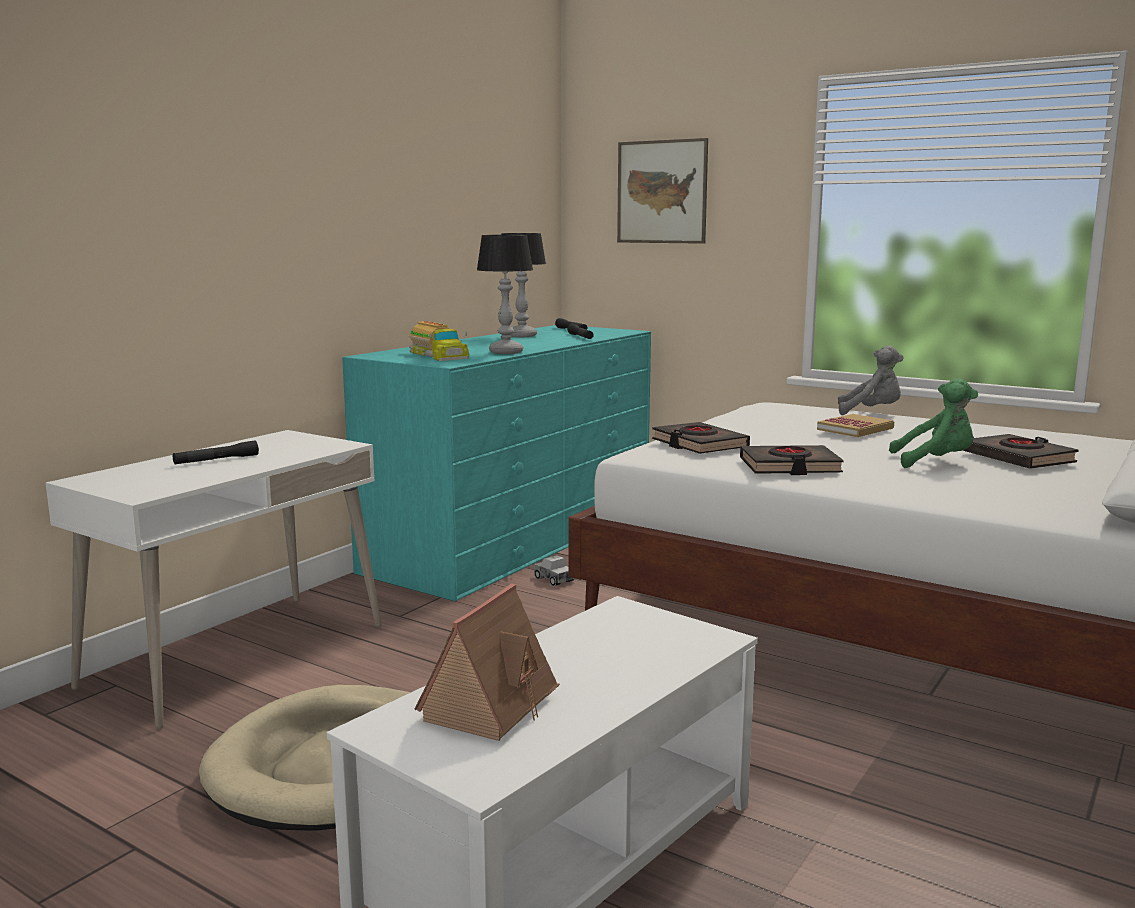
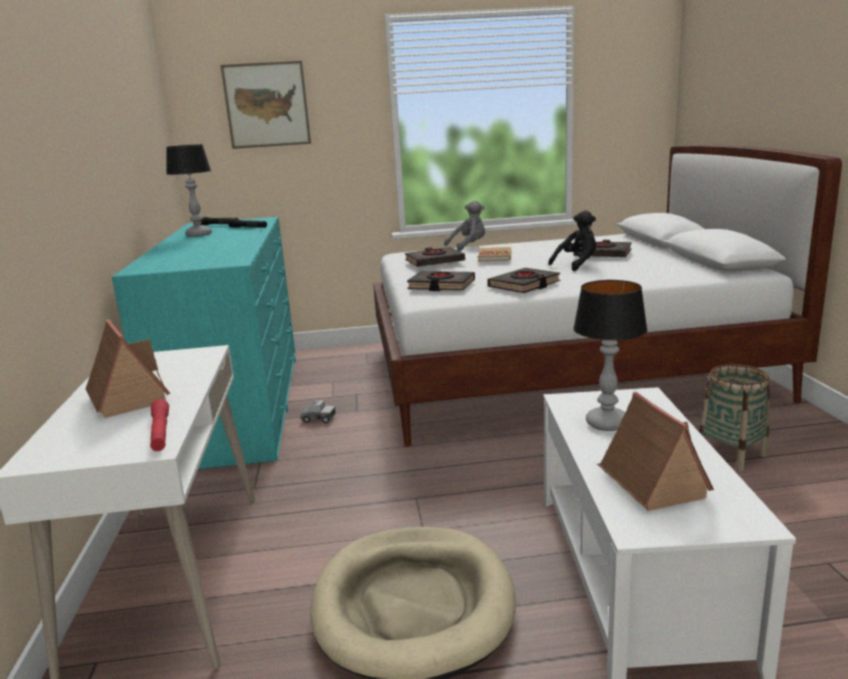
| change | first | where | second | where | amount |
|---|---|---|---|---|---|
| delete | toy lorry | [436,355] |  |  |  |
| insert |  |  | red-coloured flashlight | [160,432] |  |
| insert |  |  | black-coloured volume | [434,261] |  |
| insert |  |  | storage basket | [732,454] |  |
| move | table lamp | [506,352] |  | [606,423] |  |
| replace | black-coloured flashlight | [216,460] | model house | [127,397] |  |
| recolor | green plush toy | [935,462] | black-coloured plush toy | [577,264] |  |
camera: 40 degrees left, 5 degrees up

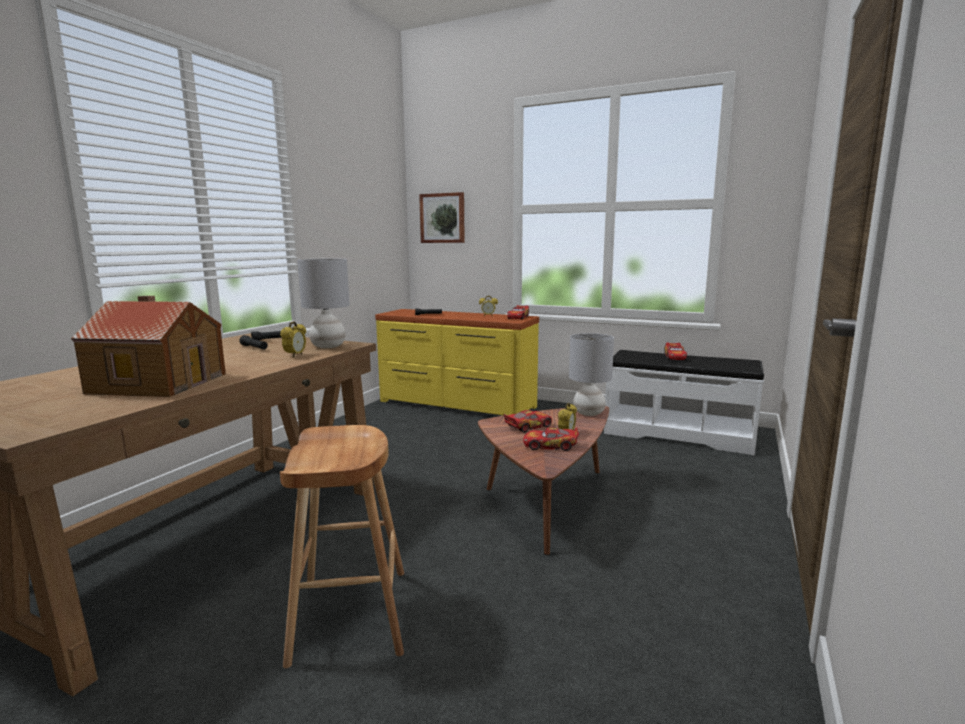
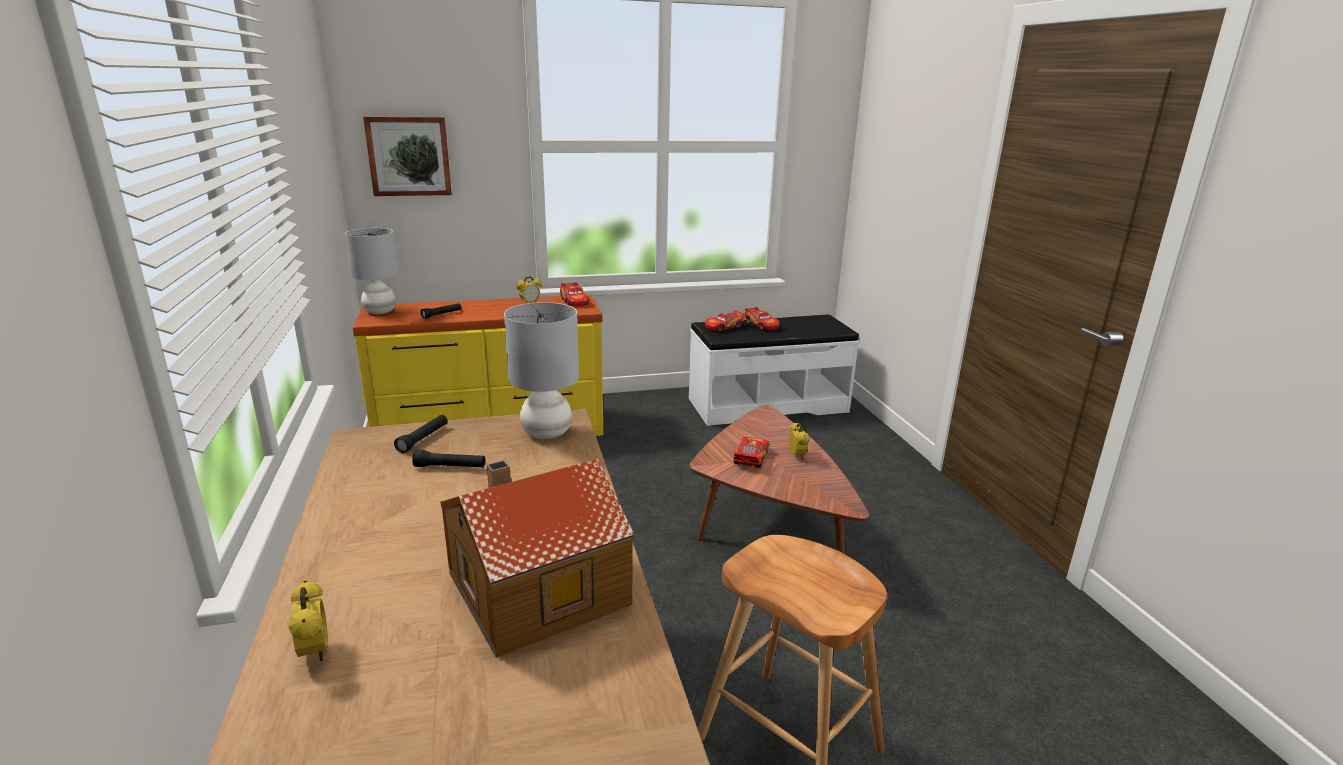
| change | first | where | second | where | amount |
|---|---|---|---|---|---|
| move | bedside clock | [295,356] |  | [315,652] |  |
| move | model car | [550,446] |  | [724,327] |  |
| move | greyish table lamp | [589,413] |  | [380,311] |  |
camera: 40 degrees left, 10 degrees up

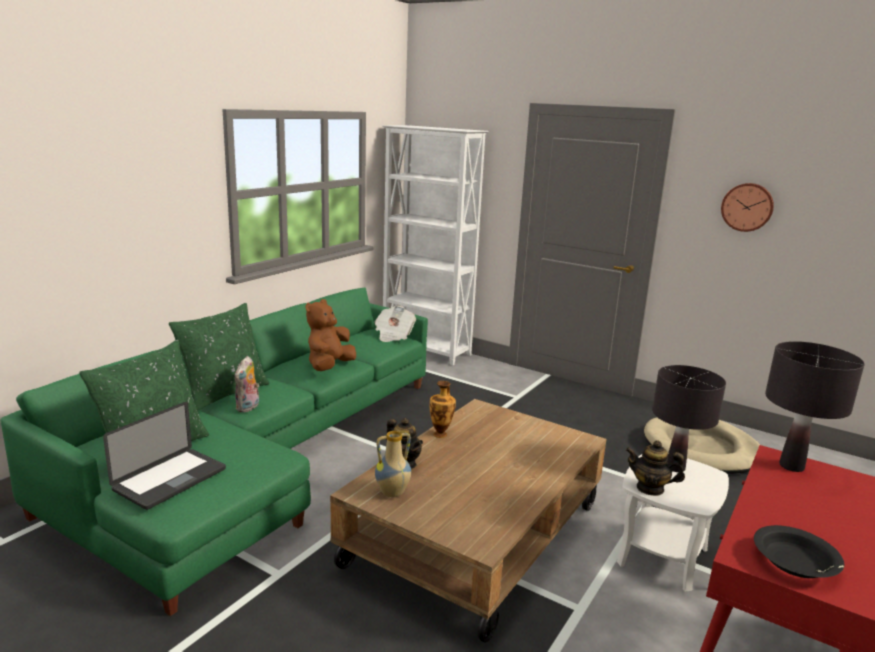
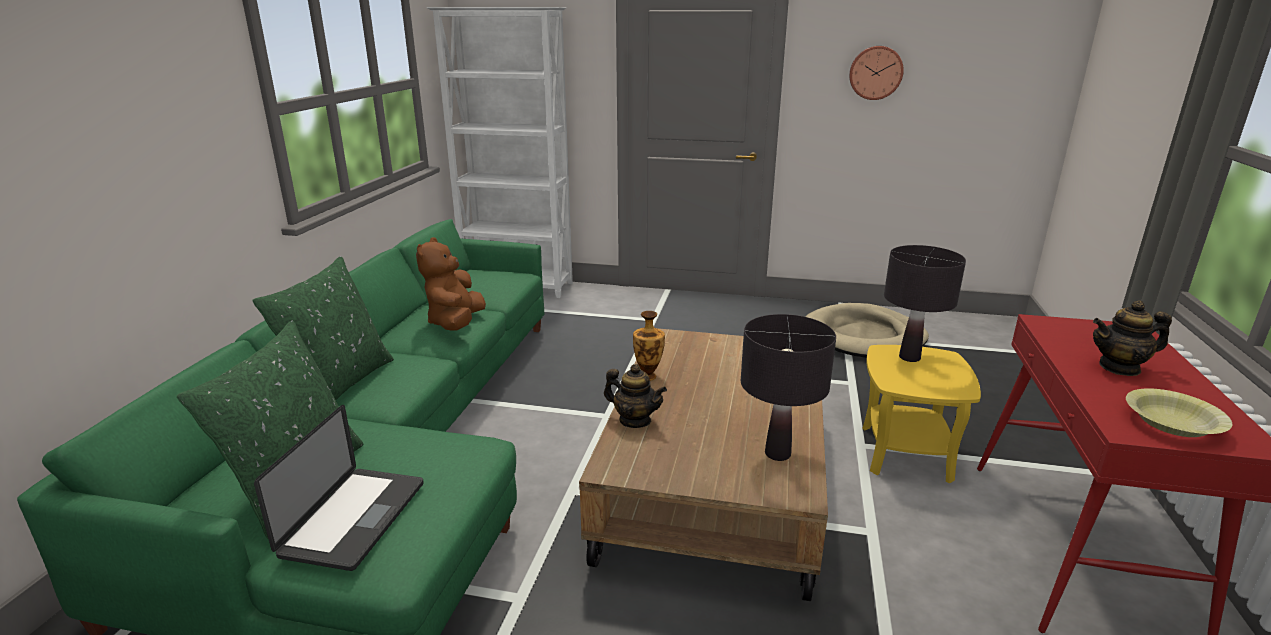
| change | first | where | second | where | amount |
|---|---|---|---|---|---|
| delete | plush toy | [248,407] |  |  |  |
| delete | daily paper | [393,335] |  |  |  |
| delete | flower vase | [392,493] |  |  |  |
| move | tea pot | [650,488] |  | [1119,367] |  |
| move | black-coloured table lamp | [791,466] |  | [777,454] |  |
| recolor | whitish accent table | [663,556] | yellow accent table | [906,453] |  |
| recolor | black-coloured serving bowl | [794,563] | yellow serving bowl | [1172,424] |  |
camera: 20 degrees left, 5 degrees up

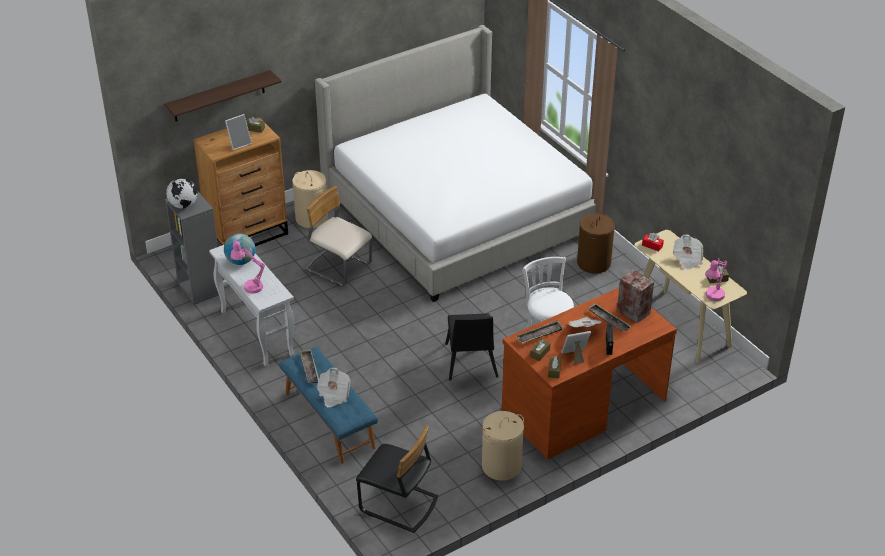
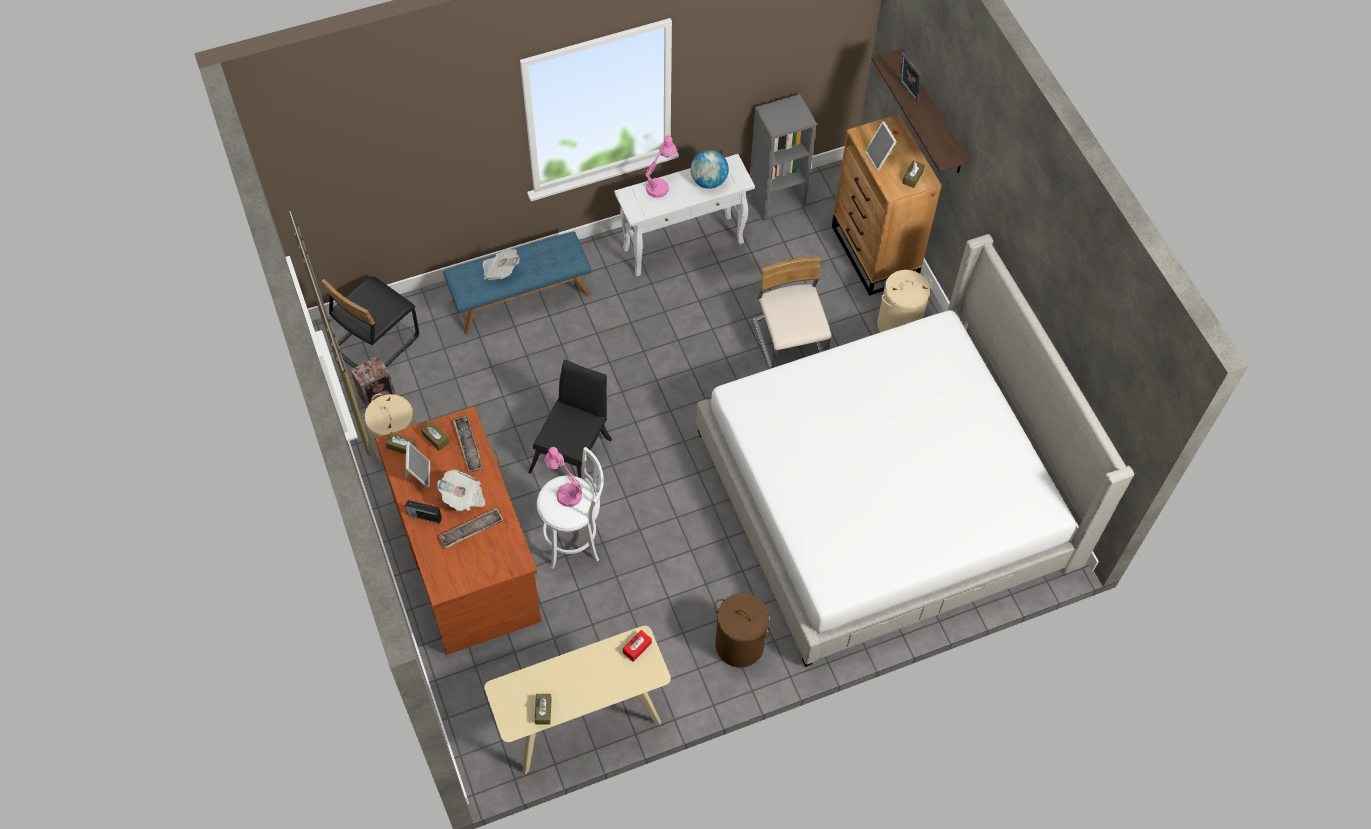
| change | first | where | second | where | amount |
|---|---|---|---|---|---|
| delete | desk globe | [183,205] |  |  |  |
| delete | carrying tray | [309,368] |  |  |  |
| delete | daily paper | [687,259] |  |  |  |
| insert |  |  | standing frame | [906,92] |  |
| move | speaker | [632,311] |  | [378,396] |  |
| move | pink-coloured table lamp | [713,297] |  | [565,492] |  |
| rotate | beige-coloured chair | [338,267] |  | [789,340] | 60 degrees counterclockwise |
| rotate | black-coloured chair | [470,363] |  | [574,451] | 105 degrees clockwise |
camera: 100 degrees right, 20 degrees up

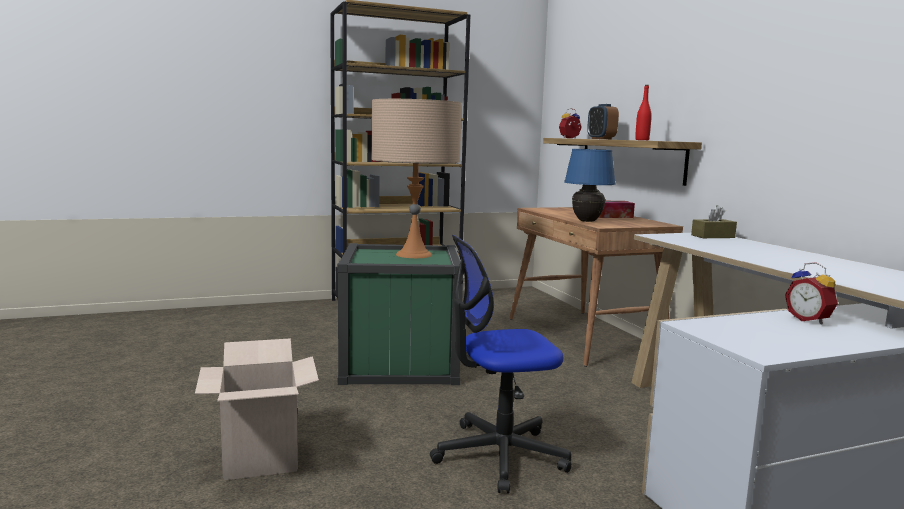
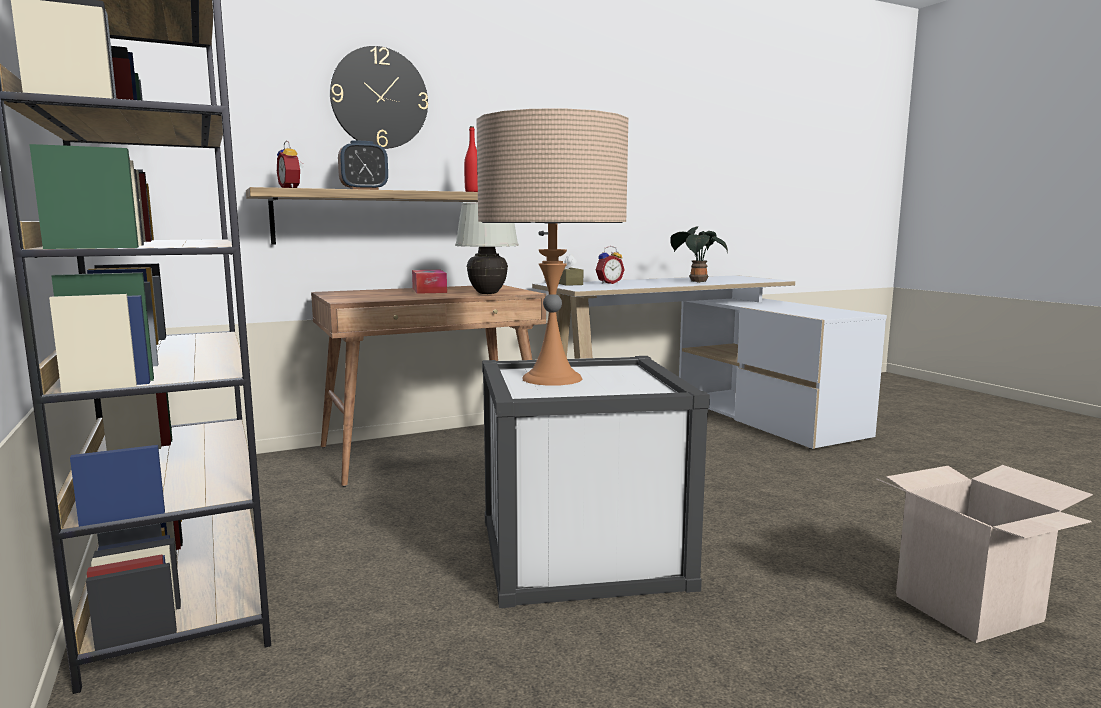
| change | first | where | second | where | amount |
|---|---|---|---|---|---|
| delete | desk chair | [499,455] |  |  |  |
| insert |  |  | hanging clock | [379,98] |  |
| insert |  |  | potted plant | [696,282] |  |
| move | bedside clock | [809,320] |  | [608,283] |  |
| recolor | green storage container | [400,363] | whitish storage container | [582,552] |  |
| recolor | blue table lamp | [586,221] | whitish table lamp | [487,294] |  |
camera: 95 degrees left, 0 degrees up

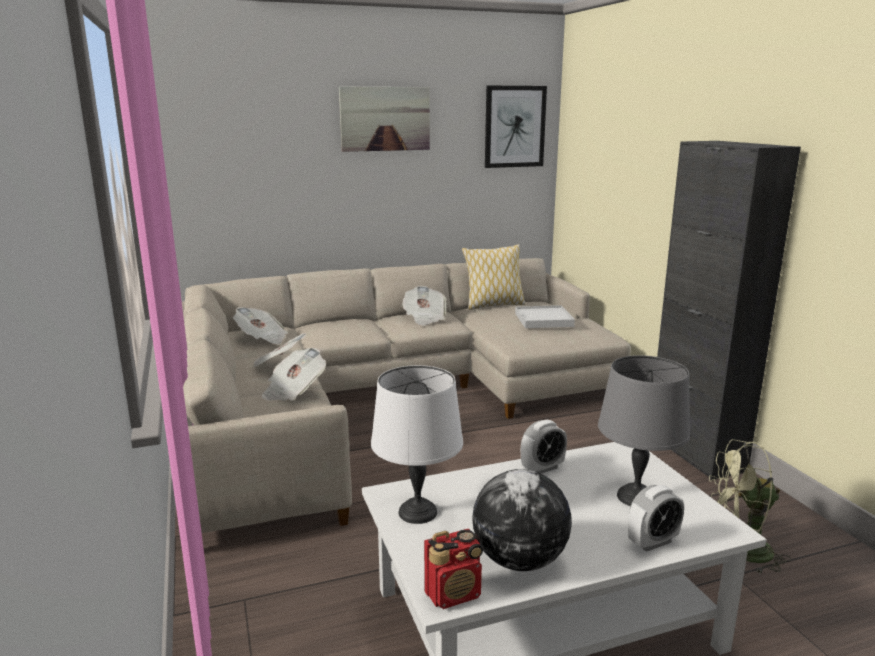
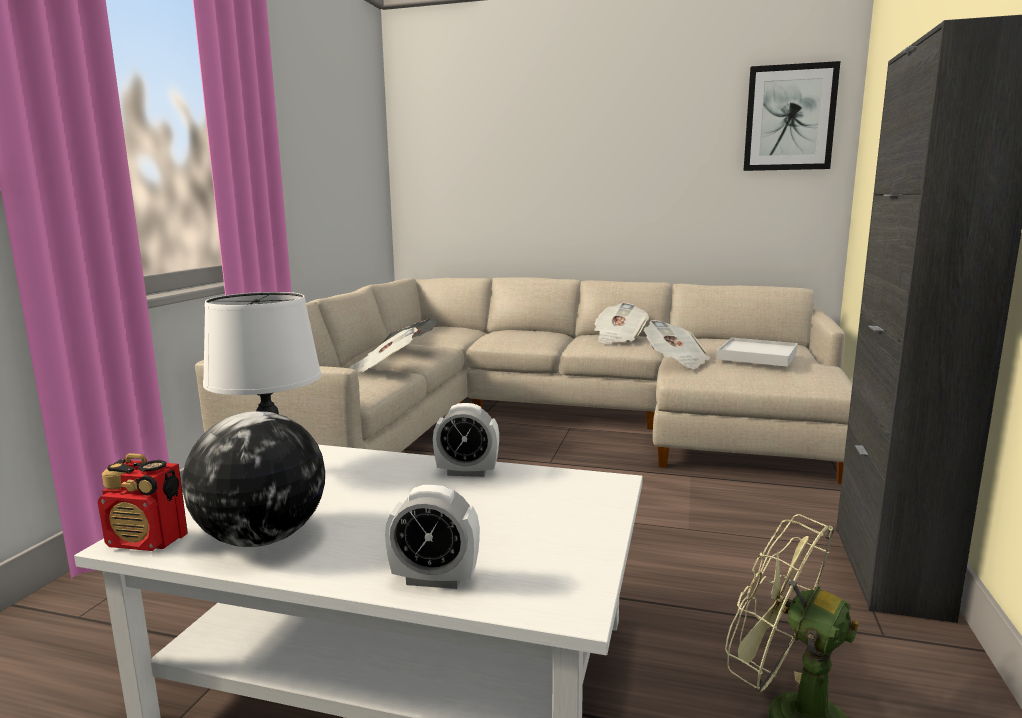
| change | first | where | second | where | amount |
|---|---|---|---|---|---|
| delete | picture | [385,119] |  |  |  |
| delete | cushion | [493,305] |  |  |  |
| delete | greyish table lamp | [635,496] |  |  |  |
| move | daily paper | [262,339] |  | [676,361] |  |
camera: 35 degrees right, 5 degrees down

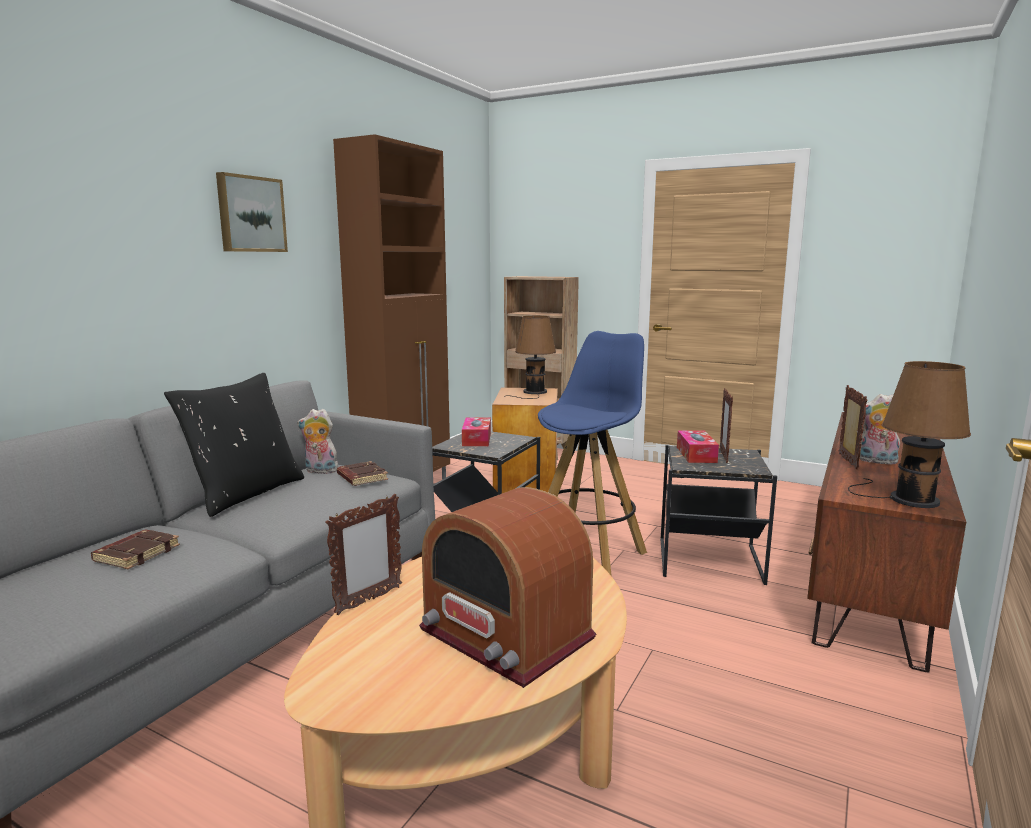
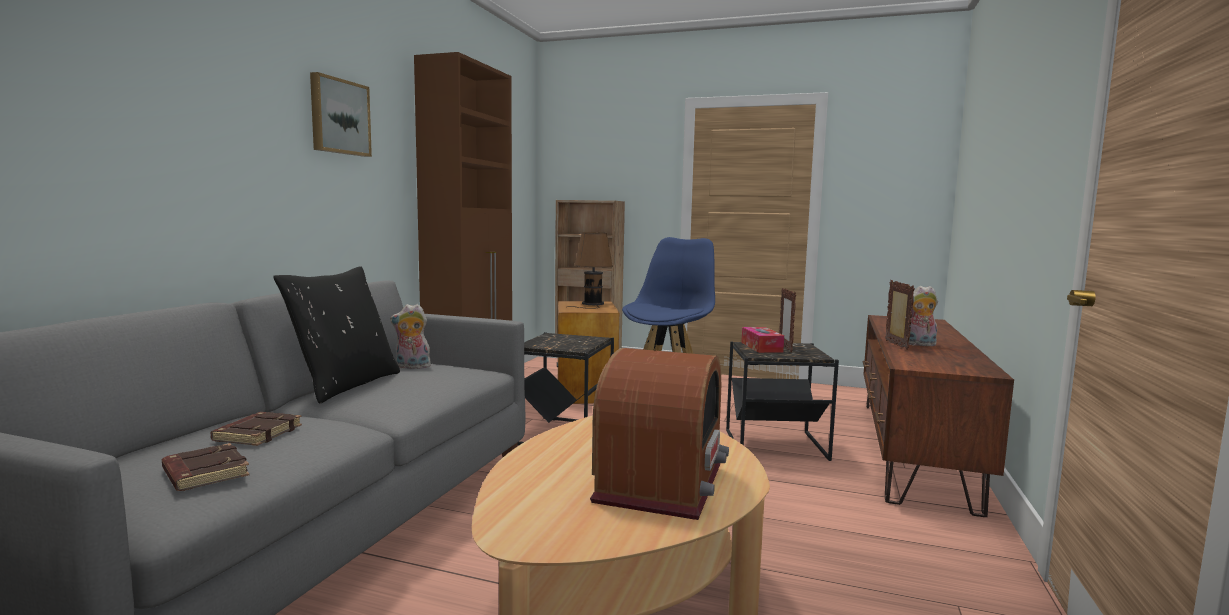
| change | first | where | second | where | amount |
|---|---|---|---|---|---|
| delete | standing frame | [368,600] |  |  |  |
| delete | box of tissues | [476,439] |  |  |  |
| delete | brown-coloured table lamp | [908,499] |  |  |  |
| move | brown-coloured volume | [361,478] |  | [204,474] |  |
| rotate | radio | [505,634] |  | [662,482] | 105 degrees counterclockwise |
camera: 10 degrees left, 5 degrees down

